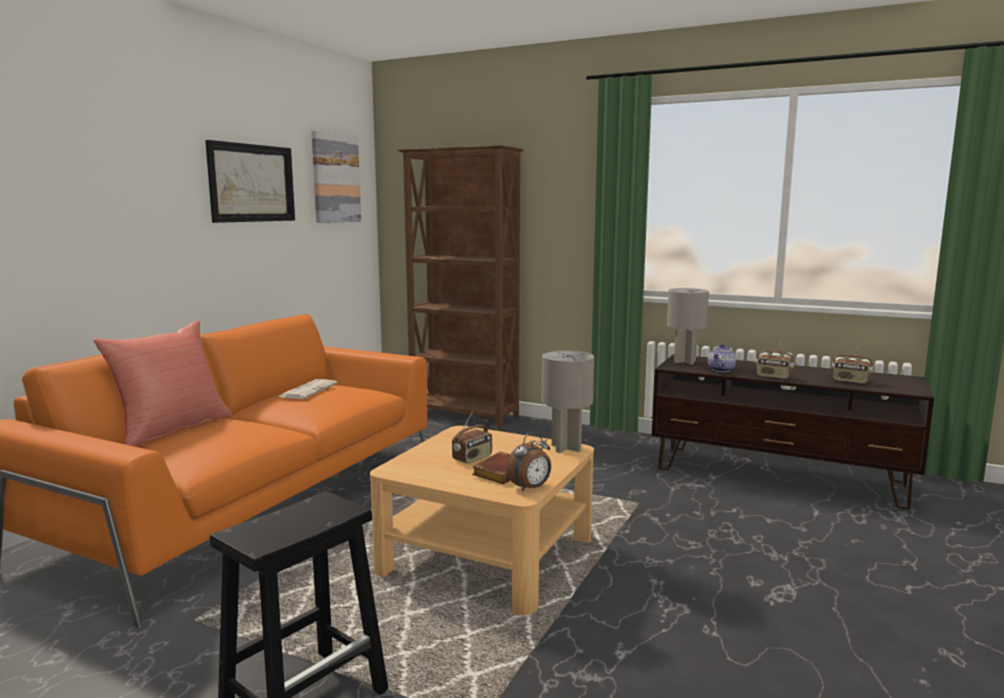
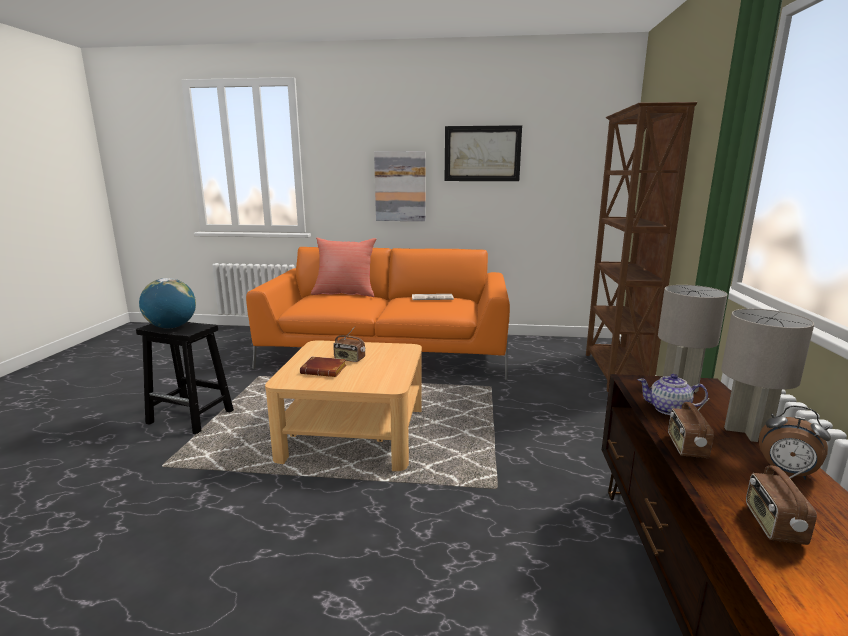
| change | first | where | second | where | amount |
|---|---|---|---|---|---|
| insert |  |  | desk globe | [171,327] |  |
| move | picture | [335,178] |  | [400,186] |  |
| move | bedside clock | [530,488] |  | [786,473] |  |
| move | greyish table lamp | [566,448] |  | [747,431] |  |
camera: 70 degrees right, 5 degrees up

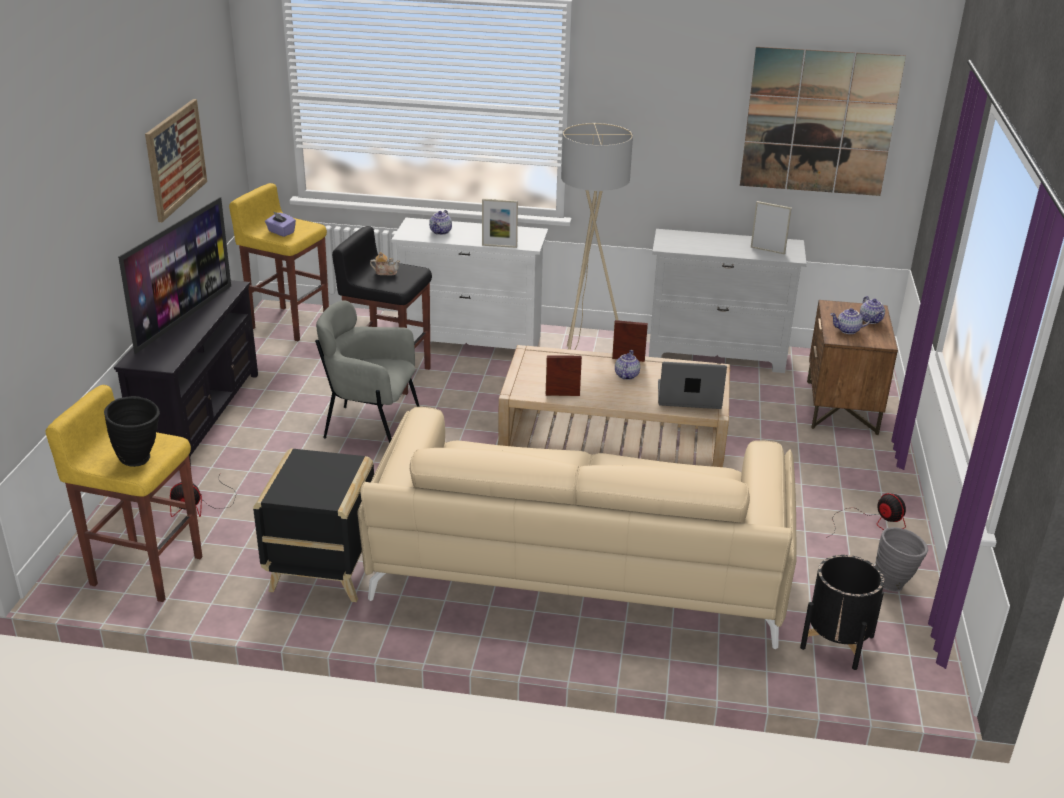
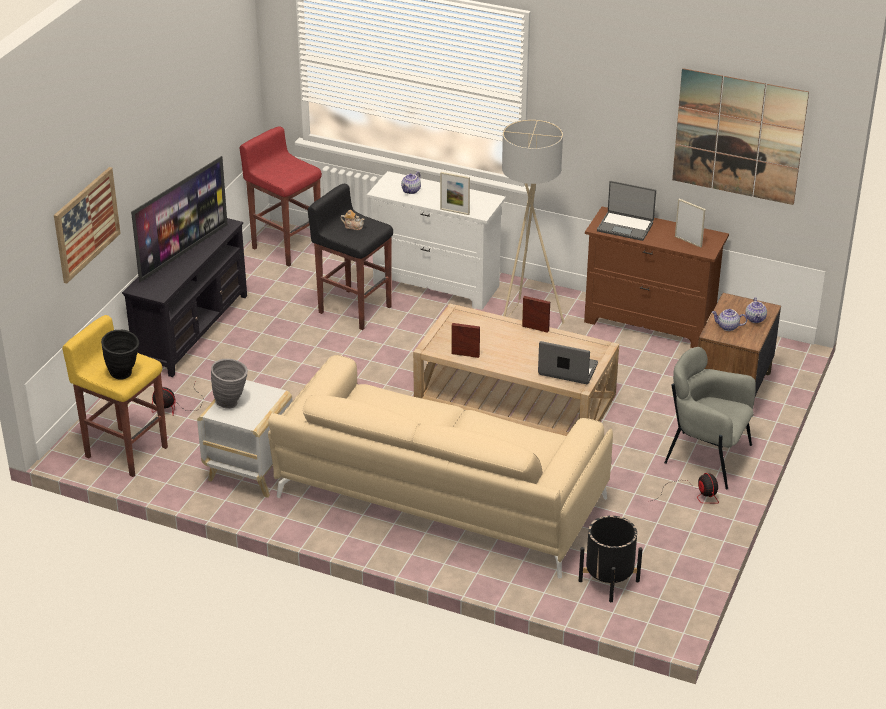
| change | first | where | second | where | amount |
|---|---|---|---|---|---|
| delete | purple-coloured box of tissues | [281,232] |  |  |  |
| delete | tea pot | [626,375] |  |  |  |
| insert |  |  | notebook computer | [625,226] |  |
| move | picture | [176,159] |  | [86,224] |  |
| move | greyish armchair | [371,427] |  | [706,457] |  |
| move | greyish flower vase | [894,583] |  | [232,403] |  |
| recolor | yellow stool seat | [289,323] | red-coloured stool seat | [286,247] |  |
| recolor | black-coloured accent table | [321,574] | whitish accent table | [248,473] |  |
| recolor | whitish chest of drawers | [717,354] | brown-coloured chest of drawers | [649,323] |  |
camera: 15 degrees right, 5 degrees up

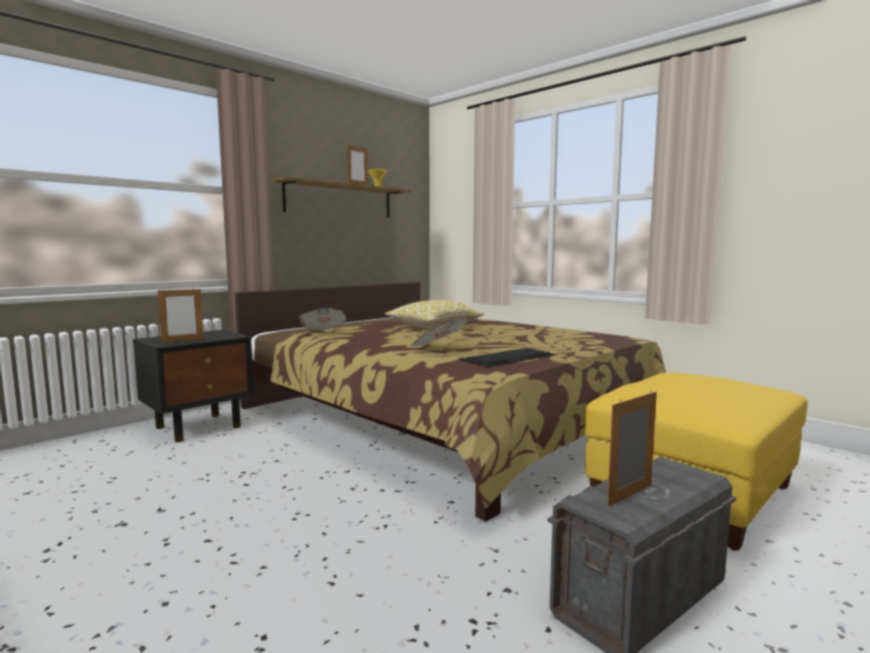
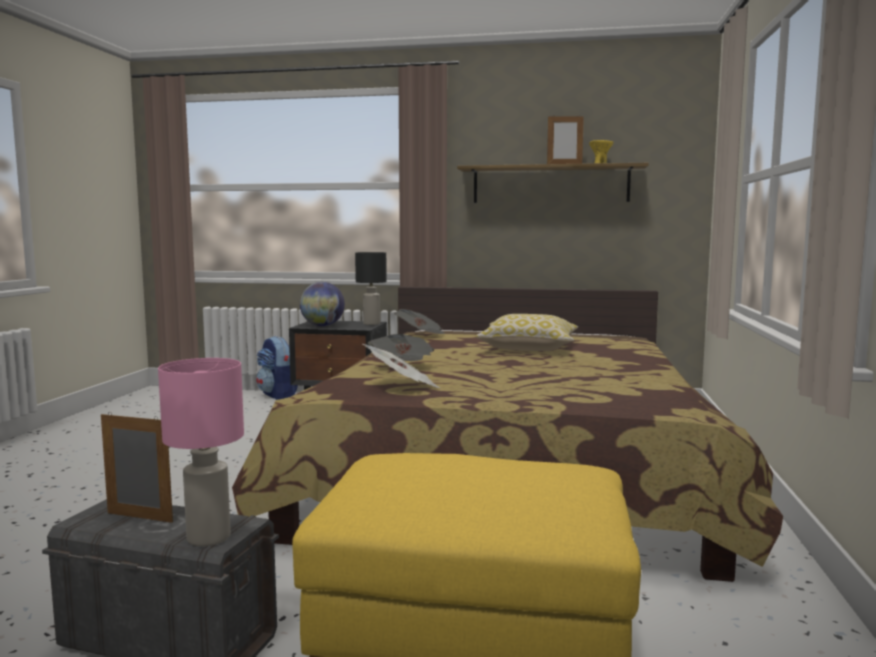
| change | first | where | second | where | amount |
|---|---|---|---|---|---|
| insert |  |  | pink-coloured table lamp | [207,538] |  |
| insert |  |  | knapsack | [278,395] |  |
| insert |  |  | black-coloured table lamp | [371,324] |  |
| replace | standing frame | [182,340] | desk globe | [322,326] |  |
| replace | keyboard | [509,357] | daily paper | [402,387] |  |
camera: 55 degrees right, 0 degrees up

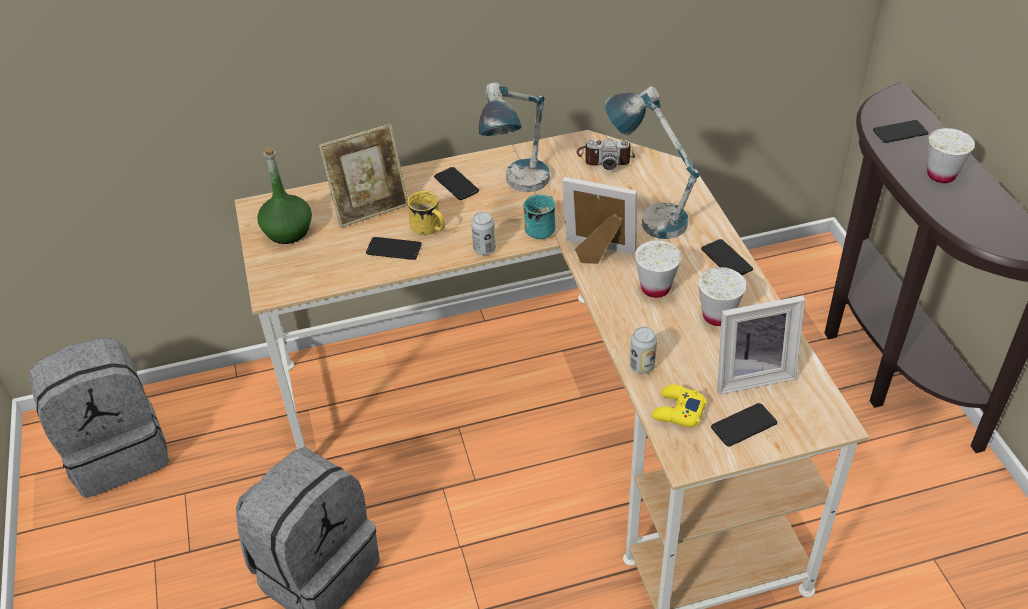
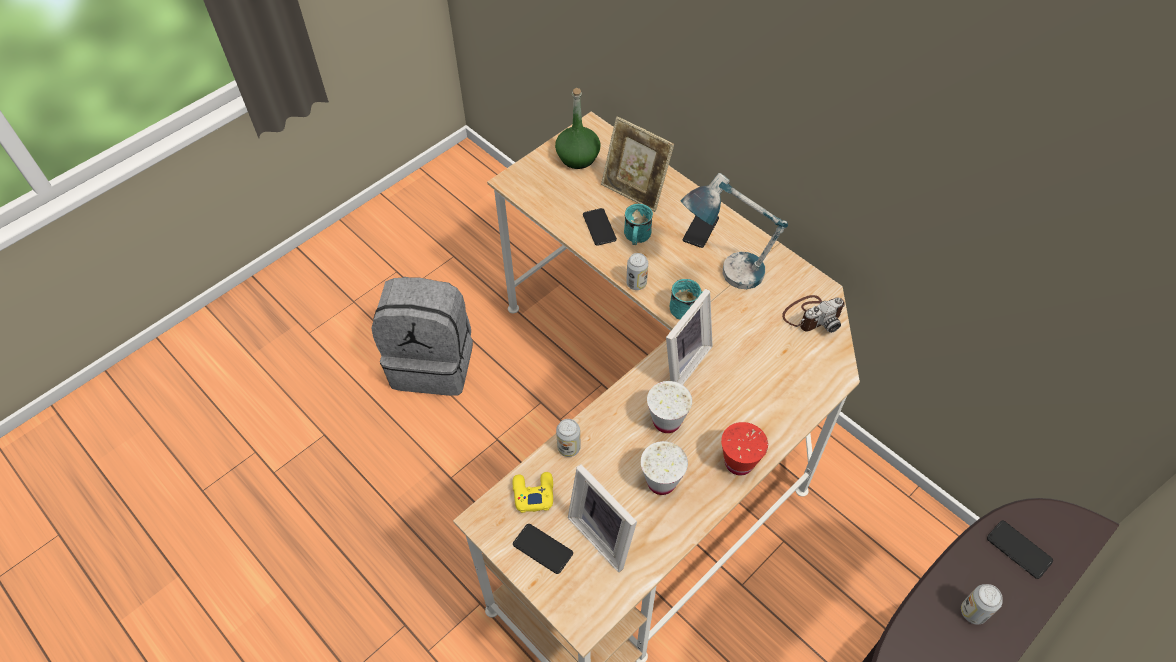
| change | first | where | second | where | amount |
|---|---|---|---|---|---|
| delete | greyish knapsack | [118,451] |  |  |  |
| delete | table lamp | [647,215] |  |  |  |
| replace | phone | [726,259] | red-coloured small cup | [739,463] |  |
| replace | whitish small cup | [941,175] | can | [973,612] |  |
| recolor | yellow coffee mug | [429,229] | turquoise coffee mug | [636,237] |  |
| rotate | standing frame | [597,254] |  | [681,362] | 45 degrees clockwise |
| rotate | photo camera | [605,157] |  | [812,315] | 90 degrees counterclockwise |
camera: 60 degrees right, 10 degrees up

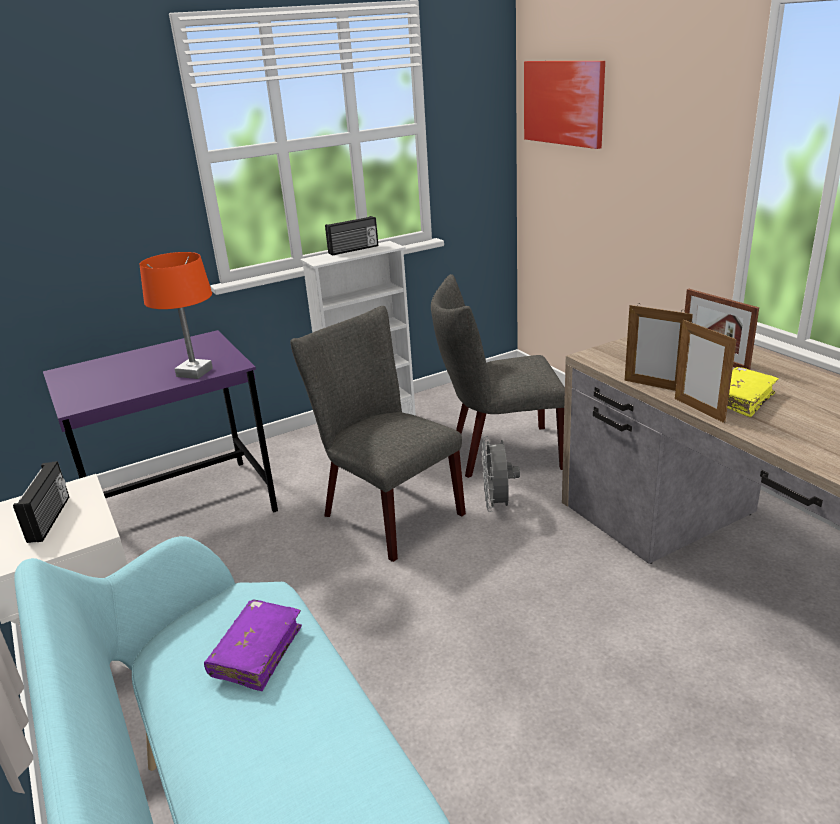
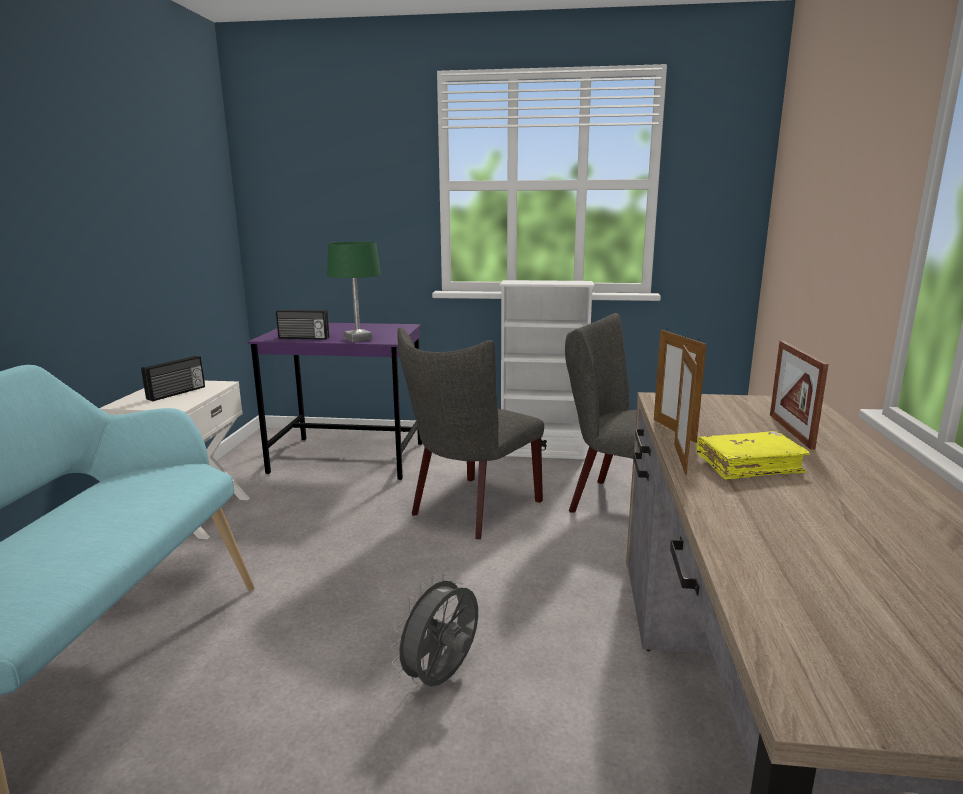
| change | first | where | second | where | amount |
|---|---|---|---|---|---|
| delete | purple-coloured volume | [257,652] |  |  |  |
| delete | picture | [563,102] |  |  |  |
| move | radio | [354,250] |  | [303,338] |  |
| move | greyish cooling fan | [498,504] |  | [442,679] |  |
| recolor | orangey table lamp | [194,372] | green table lamp | [358,339] |  |
| rotate | greyish chair | [385,512] |  | [471,510] | 135 degrees counterclockwise |
camera: 35 degrees right, 10 degrees down

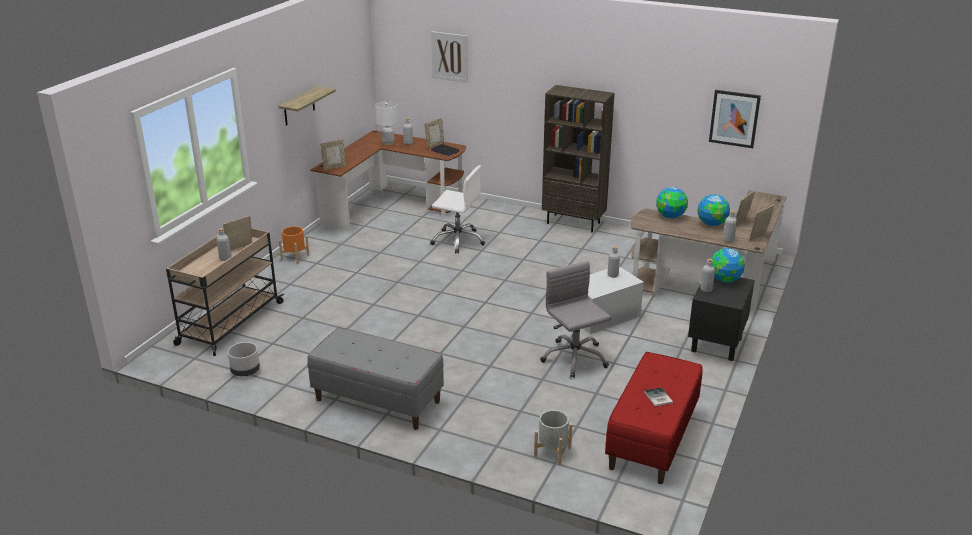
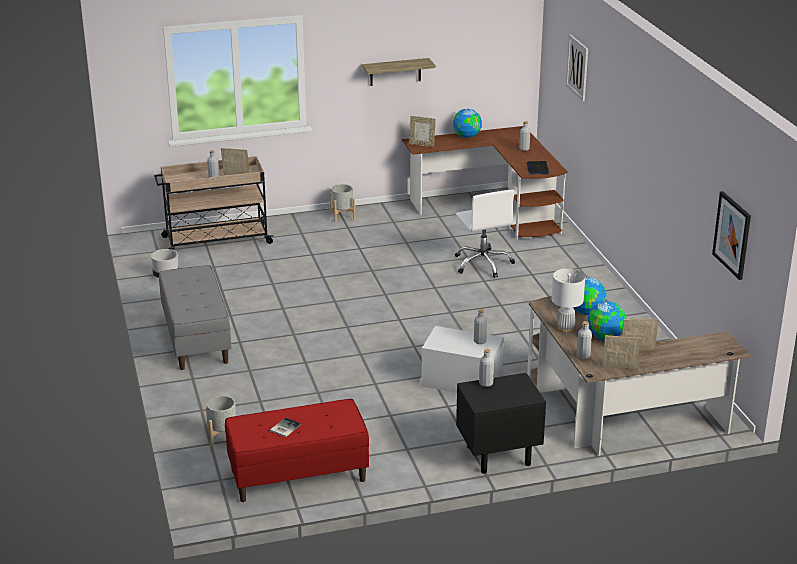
| change | first | where | second | where | amount |
|---|---|---|---|---|---|
| delete | standing frame | [435,145] |  |  |  |
| delete | greyish desk chair | [574,358] |  |  |  |
| delete | brown-coloured shelving unit | [574,223] |  |  |  |
| move | whitish table lamp | [388,144] |  | [565,329] |  |
| move | desk globe | [724,280] |  | [466,136] |  |
| recolor | orangey planter | [295,257] | greyish planter | [342,216] |  |
camera: 50 degrees right, 0 degrees up

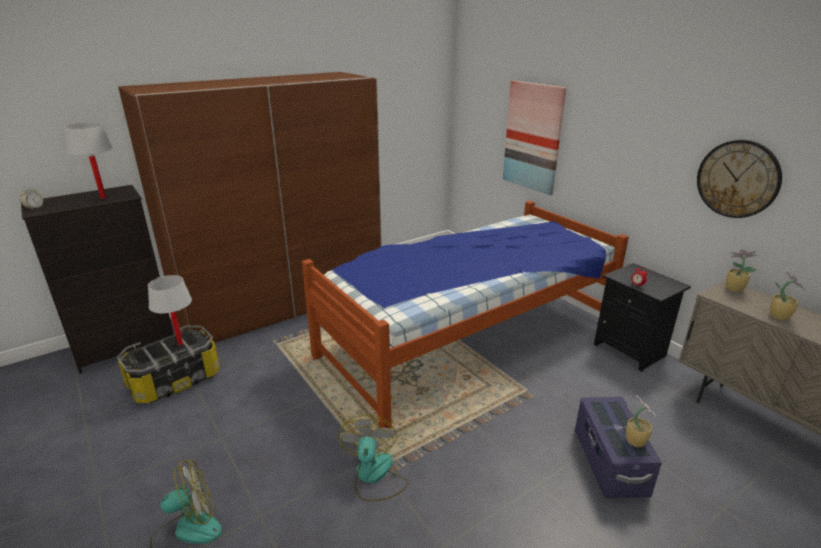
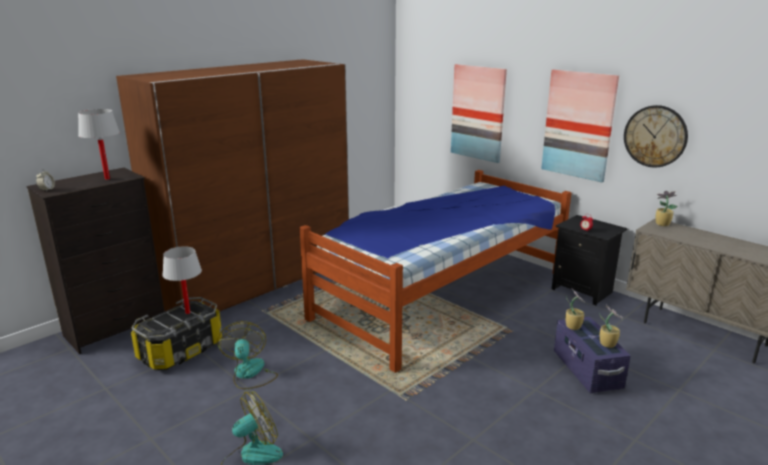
| change | first | where | second | where | amount |
|---|---|---|---|---|---|
| insert |  |  | picture | [578,125] |  |
| move | cooling fan | [374,476] |  | [249,374] |  |
| move | potted plant | [779,316] |  | [573,326] |  |
camera: 10 degrees left, 5 degrees down

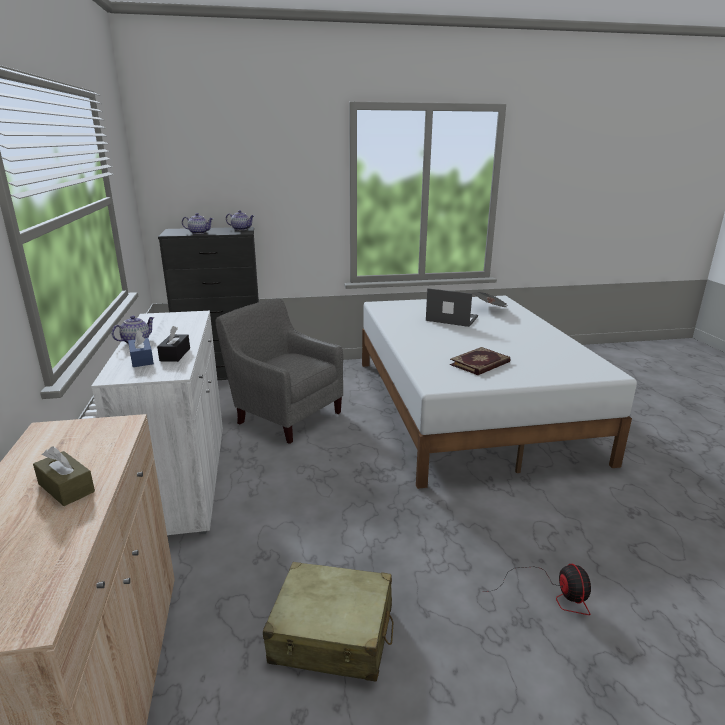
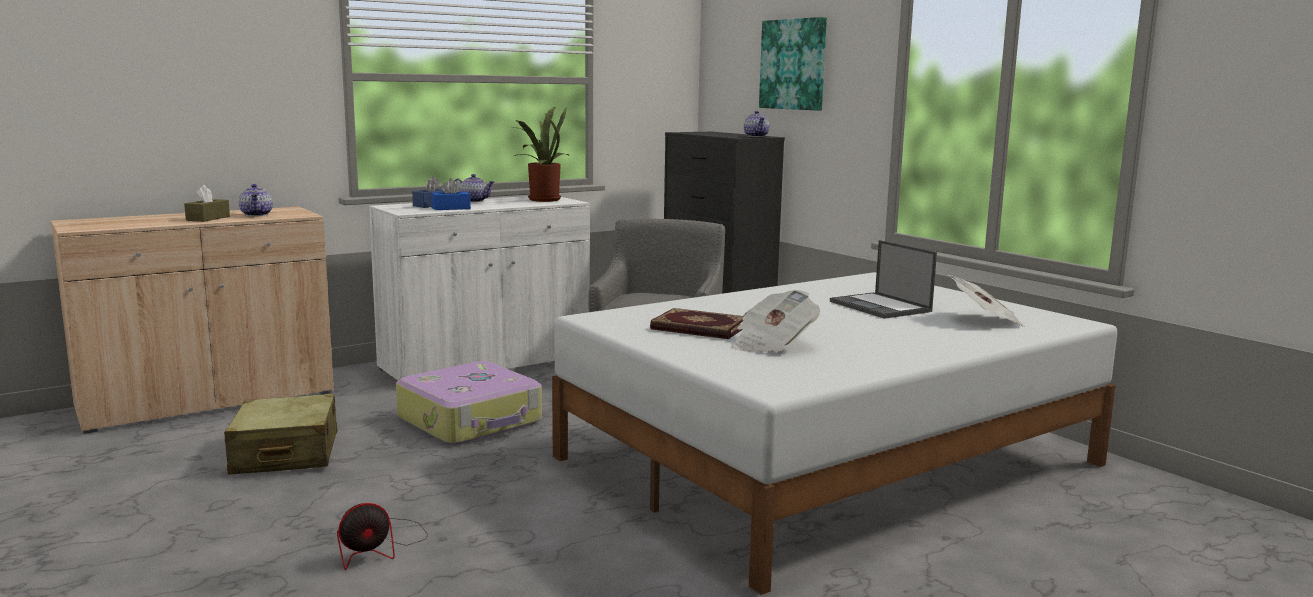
| change | first | where | second | where | amount |
|---|---|---|---|---|---|
| insert |  |  | travel case | [471,420] |  |
| insert |  |  | potted plant | [541,199] |  |
| insert |  |  | daily paper | [772,344] |  |
| insert |  |  | picture | [793,64] |  |
| move | tea pot | [199,233] |  | [257,215] |  |
| recolor | black-coloured box of tissues | [175,354] | blue box of tissues | [451,208] |  |
| rotate | notebook computer | [451,318] |  | [881,307] | 150 degrees clockwise |
camera: 65 degrees right, 10 degrees down

